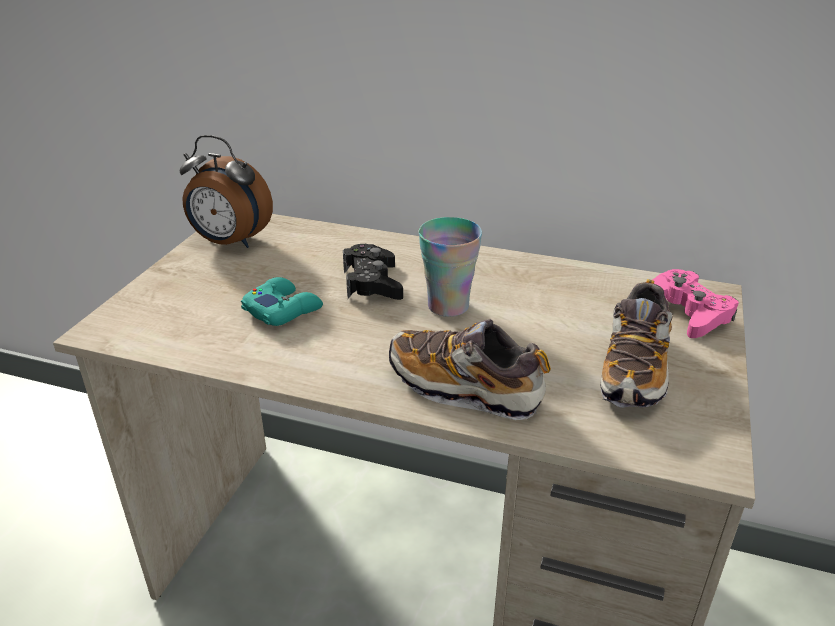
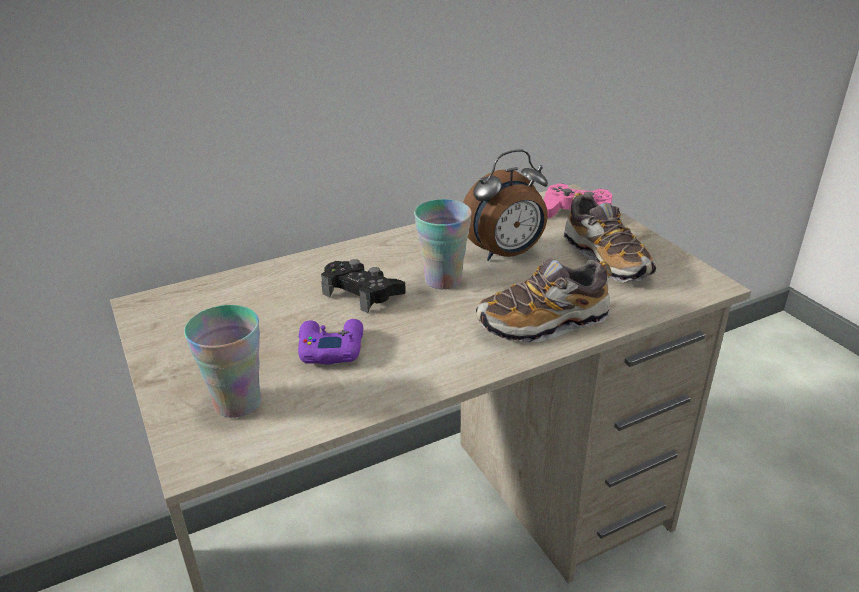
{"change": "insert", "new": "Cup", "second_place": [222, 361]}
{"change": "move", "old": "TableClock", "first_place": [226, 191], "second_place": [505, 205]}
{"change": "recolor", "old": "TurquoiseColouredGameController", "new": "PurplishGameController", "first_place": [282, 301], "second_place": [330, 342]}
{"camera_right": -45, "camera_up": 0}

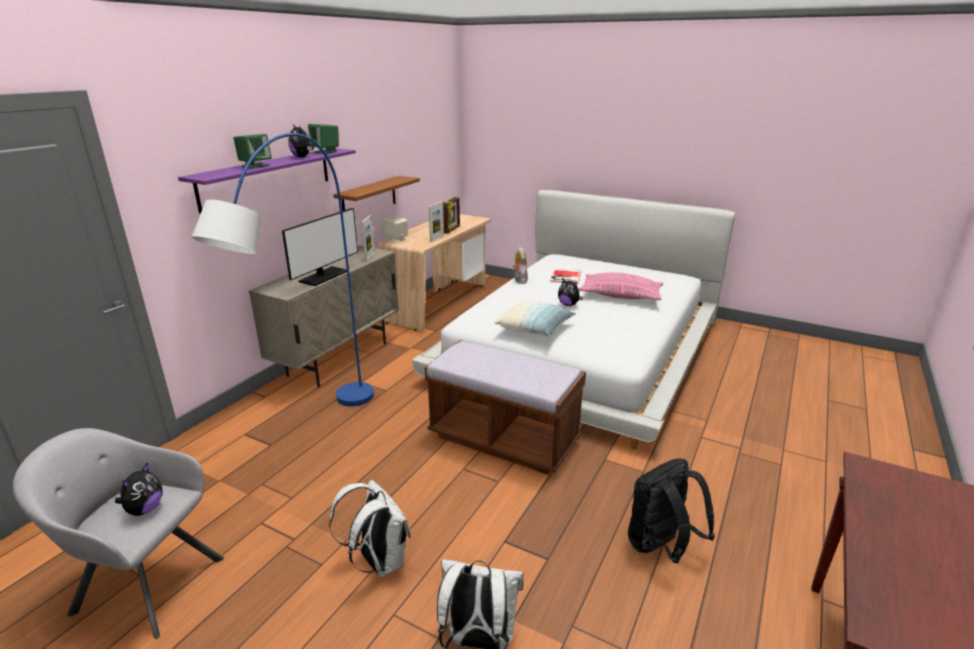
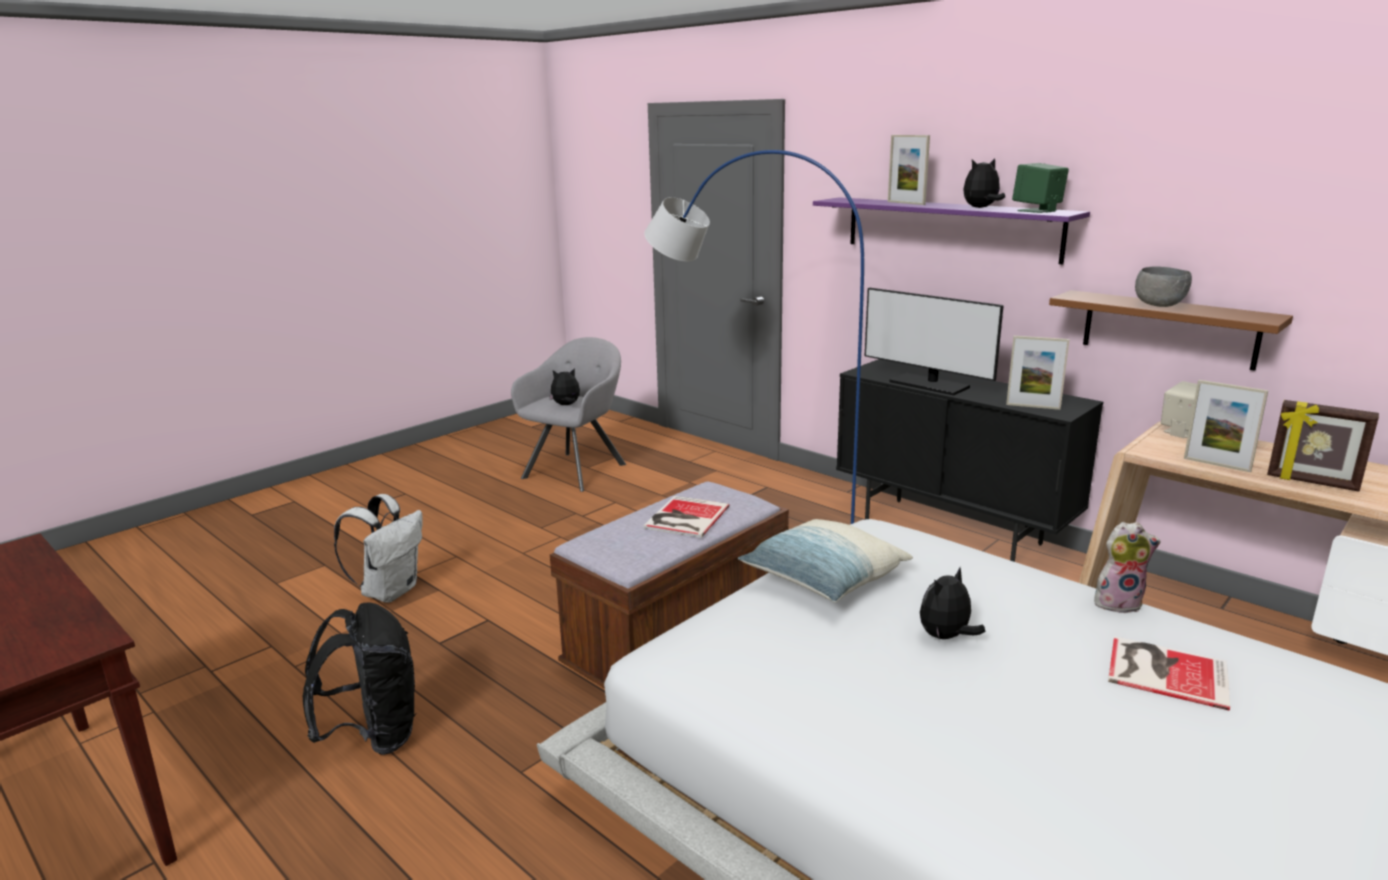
{"change": "delete", "old": "WhiteBackpack", "first_place": [370, 528]}
{"change": "delete", "old": "PinkColouredThrowPillow", "first_place": [621, 286]}
{"change": "insert", "new": "Volume", "second_place": [686, 517]}
{"change": "insert", "new": "GreyishBowl", "second_place": [1163, 286]}
{"change": "replace", "old": "GreenLoudspeaker", "new": "PhotoFrame", "first_place": [252, 151], "second_place": [909, 170]}
{"change": "recolor", "old": "SandColouredStorageCabinet", "new": "BlackStorageCabinet", "first_place": [324, 316], "second_place": [969, 460]}
{"change": "rotate", "old": "PlushToy", "first_place": [139, 489], "second_place": [564, 386], "degrees": 135}
{"camera_right": 105, "camera_up": -5}

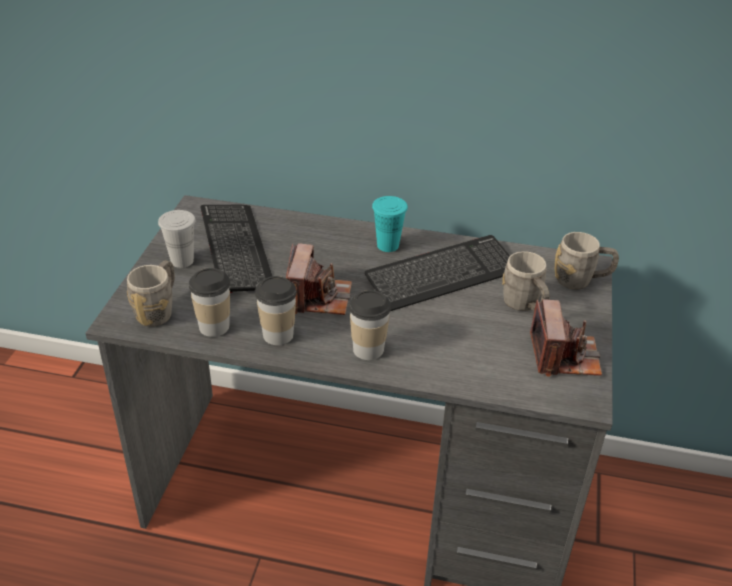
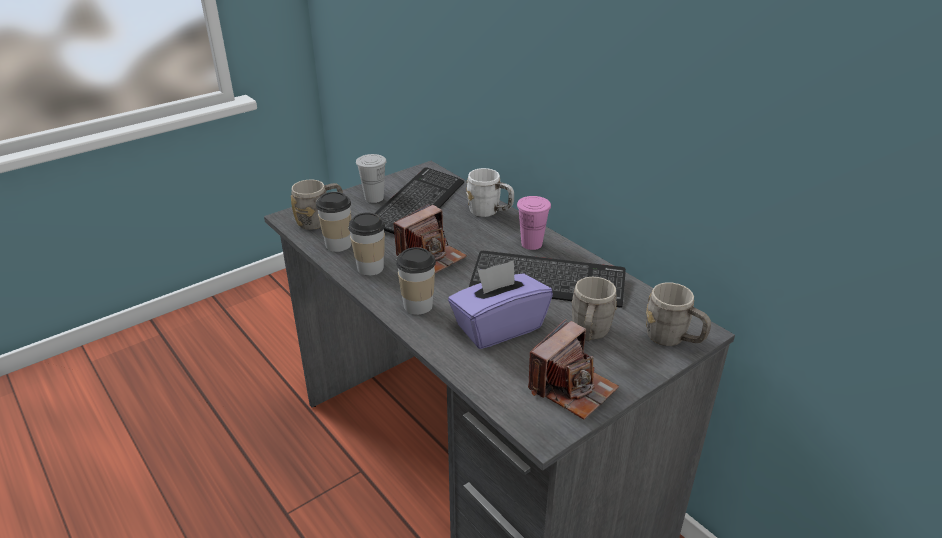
{"change": "insert", "new": "PurplishBoxOfTissues", "second_place": [500, 304]}
{"change": "insert", "new": "WhiteMug", "second_place": [490, 192]}
{"change": "recolor", "old": "TurquoiseColouredCup", "new": "PinkColouredCup", "first_place": [390, 224], "second_place": [534, 223]}
{"camera_right": 40, "camera_up": -5}

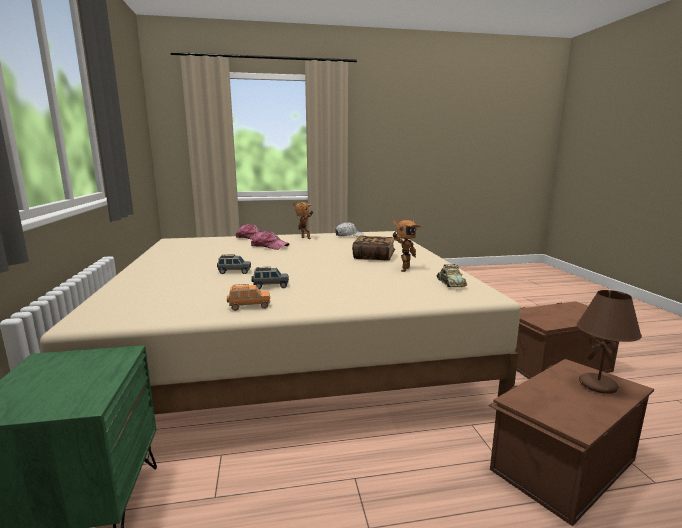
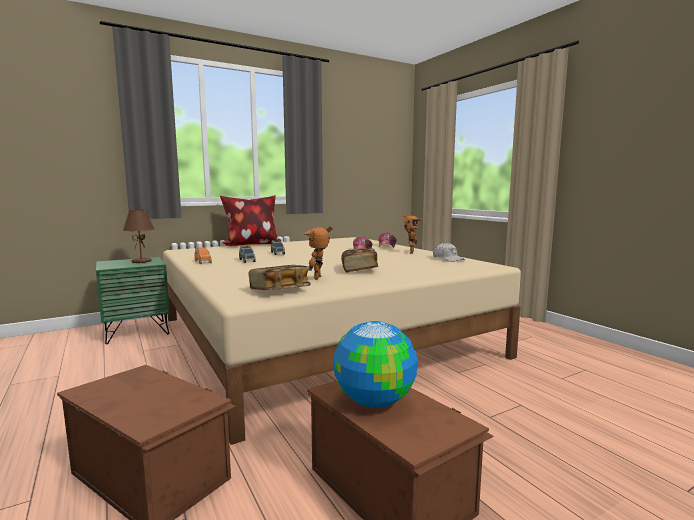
{"change": "insert", "new": "ThrowPillow", "second_place": [250, 220]}
{"change": "insert", "new": "DeskGlobe", "second_place": [375, 364]}
{"change": "move", "old": "BrownTabletopLamp", "first_place": [609, 342], "second_place": [138, 236]}
{"change": "replace", "old": "ToyCar", "new": "Volume", "first_place": [451, 275], "second_place": [279, 277]}
{"change": "rotate", "old": "ModelRobot", "first_place": [407, 245], "second_place": [318, 253], "degrees": 90}
{"camera_right": 70, "camera_up": -5}

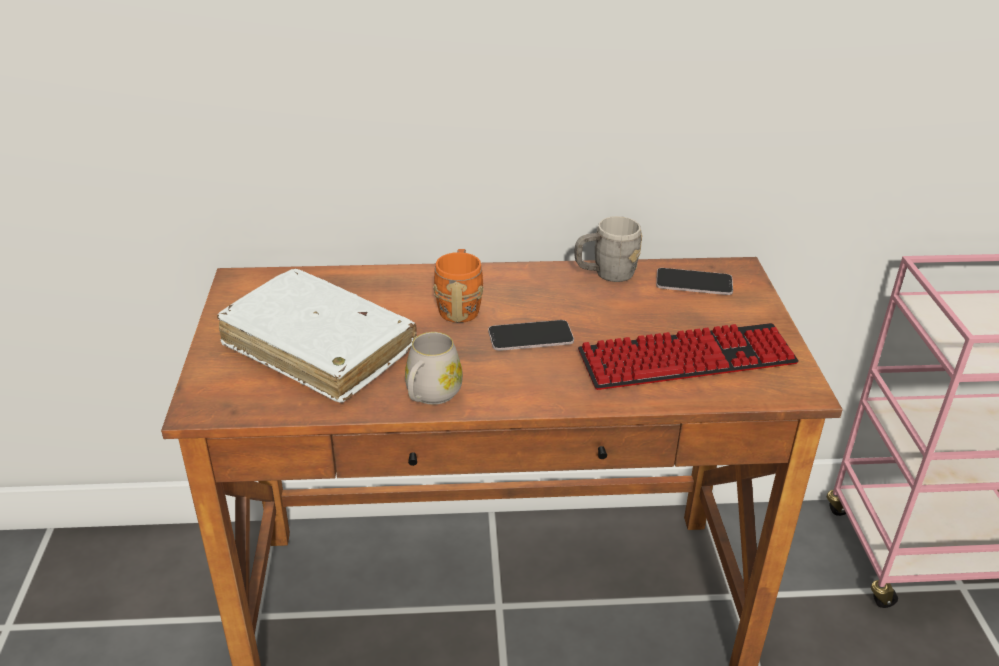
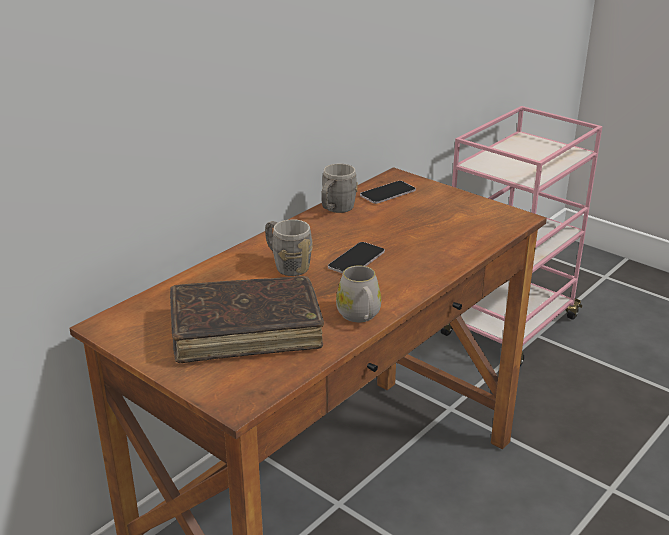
{"change": "delete", "old": "Keyboard", "first_place": [688, 356]}
{"change": "recolor", "old": "WhiteVolume", "new": "BrownVolume", "first_place": [317, 336], "second_place": [247, 319]}
{"change": "recolor", "old": "OrangeyMug", "new": "GreyishMug", "first_place": [458, 286], "second_place": [289, 247]}
{"camera_right": -45, "camera_up": -5}

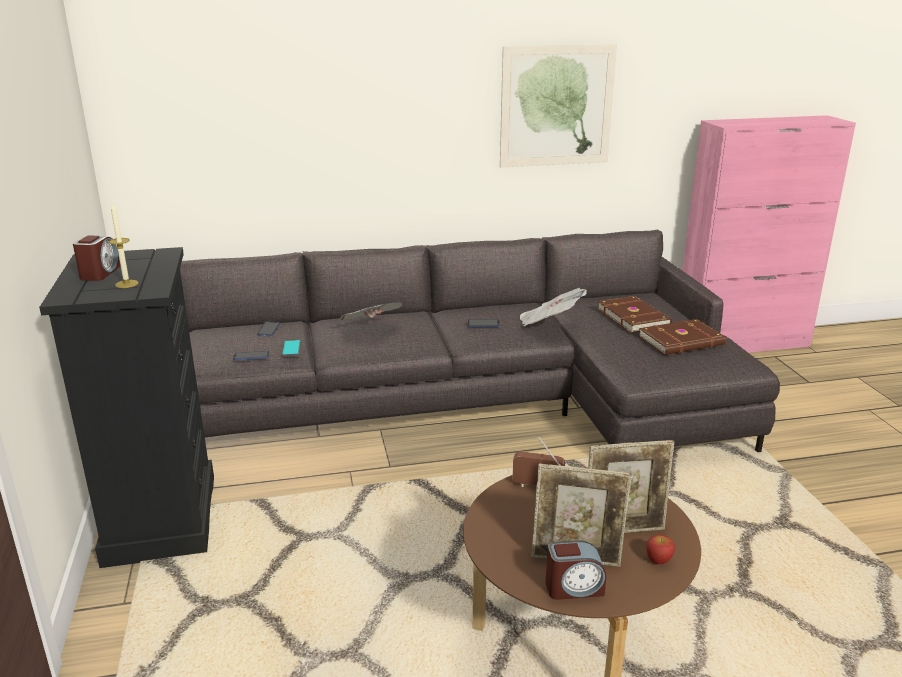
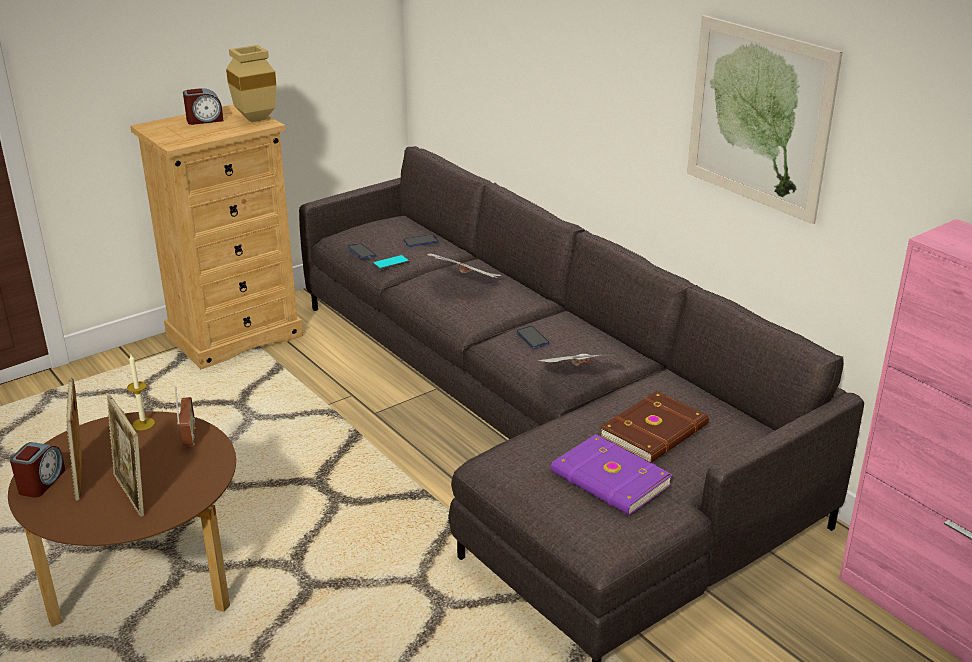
{"change": "delete", "old": "WholeApple", "first_place": [660, 549]}
{"change": "insert", "new": "SandColouredDecorativeVase", "second_place": [251, 83]}
{"change": "move", "old": "WaxCandle", "first_place": [124, 245], "second_place": [141, 392]}
{"change": "recolor", "old": "BlackDrawerChest", "new": "SandColouredDrawerChest", "first_place": [126, 407], "second_place": [216, 236]}
{"change": "recolor", "old": "BrownVolume", "new": "PurplishVolume", "first_place": [682, 337], "second_place": [612, 474]}
{"change": "rotate", "old": "TableClock", "first_place": [576, 570], "second_place": [38, 469], "degrees": -135}
{"camera_right": 65, "camera_up": 5}

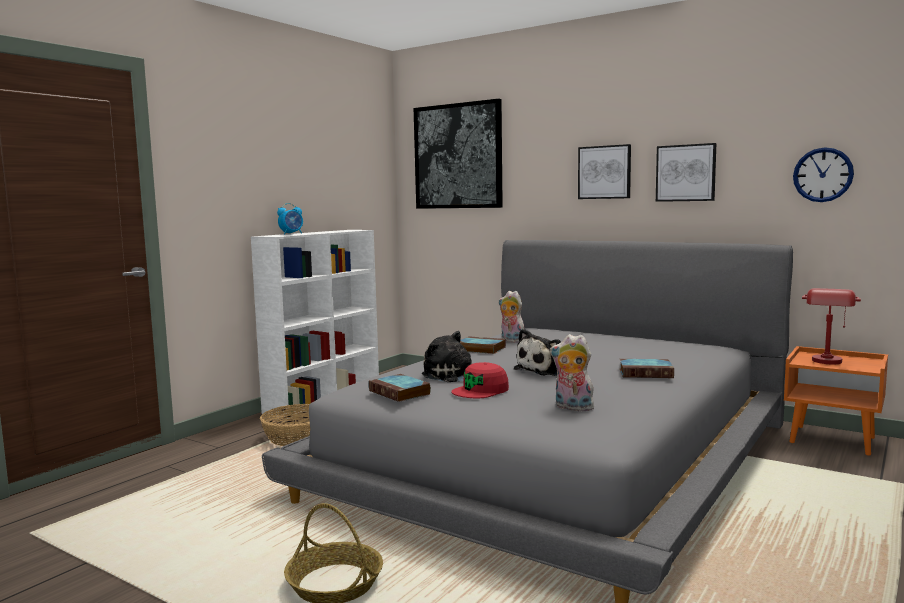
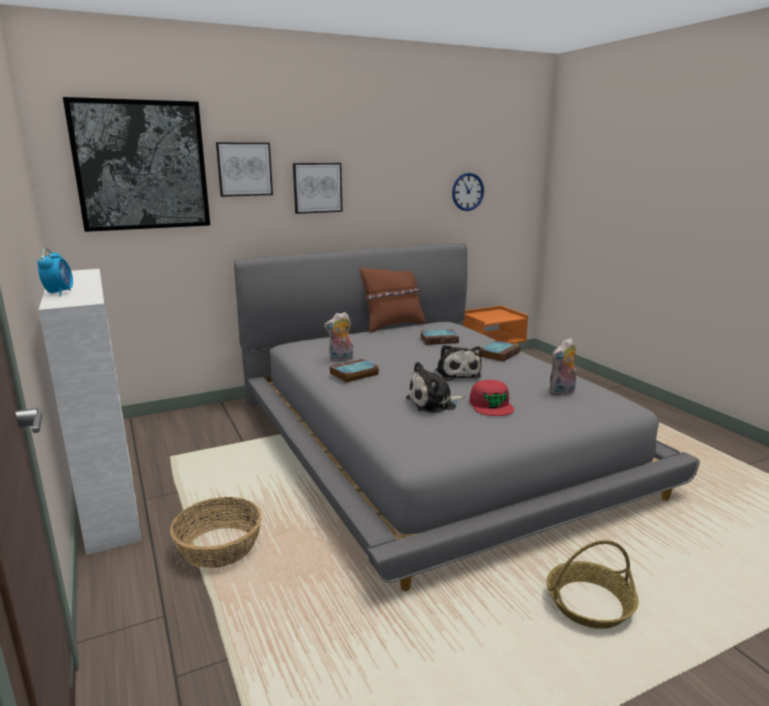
{"change": "delete", "old": "RedTabletopLamp", "first_place": [831, 326]}
{"change": "insert", "new": "BrownThrowPillow", "second_place": [392, 300]}
{"change": "move", "old": "Volume", "first_place": [400, 388], "second_place": [440, 337]}
{"change": "move", "old": "Picture", "first_place": [686, 172], "second_place": [244, 169]}
{"camera_right": -60, "camera_up": 10}

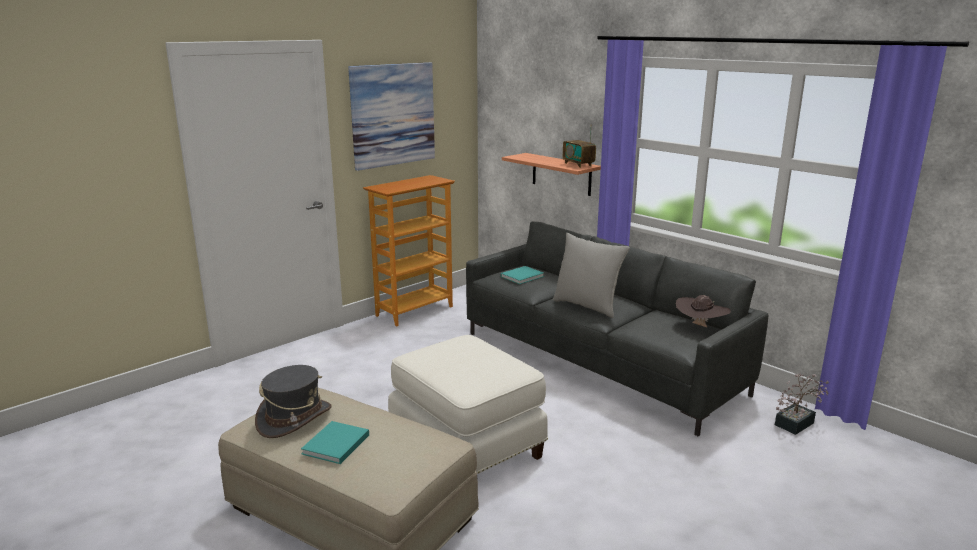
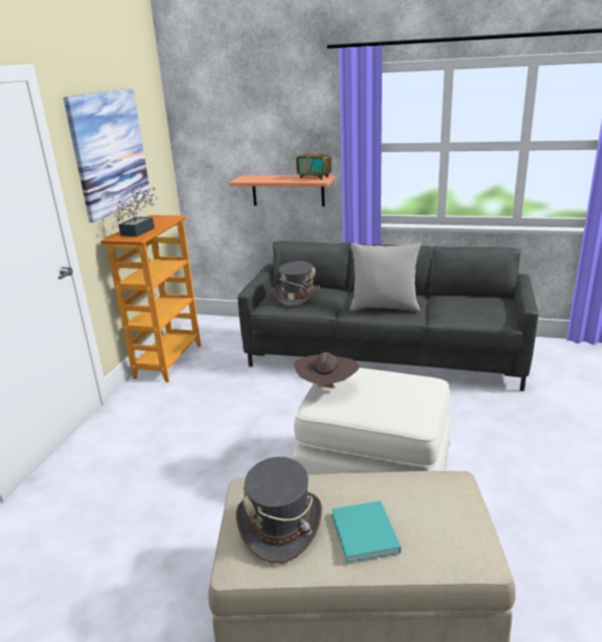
{"change": "move", "old": "BrownWearableHat", "first_place": [703, 311], "second_place": [326, 370]}
{"change": "move", "old": "Houseplant", "first_place": [802, 404], "second_place": [137, 211]}
{"change": "replace", "old": "TurquoiseColouredVolume", "new": "GreyishWearableHat", "first_place": [522, 275], "second_place": [297, 283]}
{"camera_right": -30, "camera_up": 5}

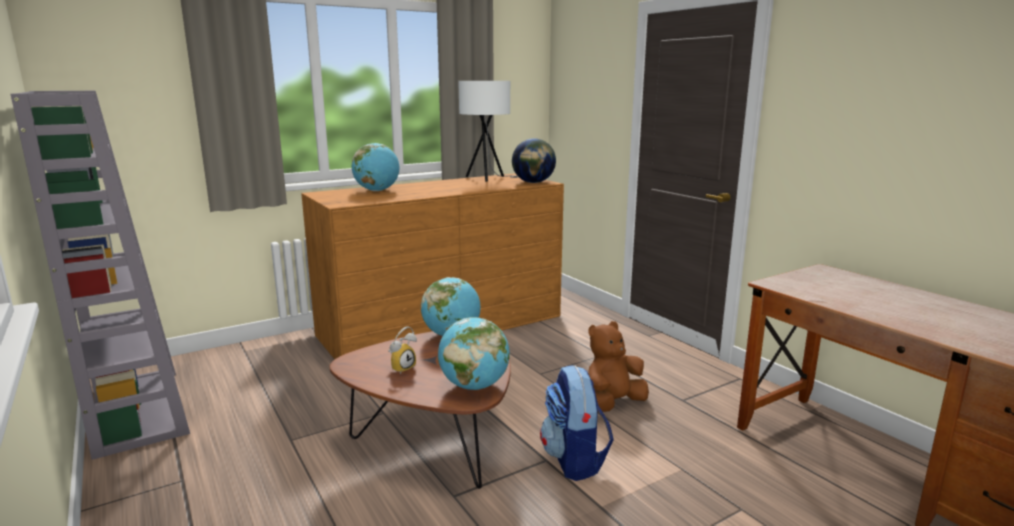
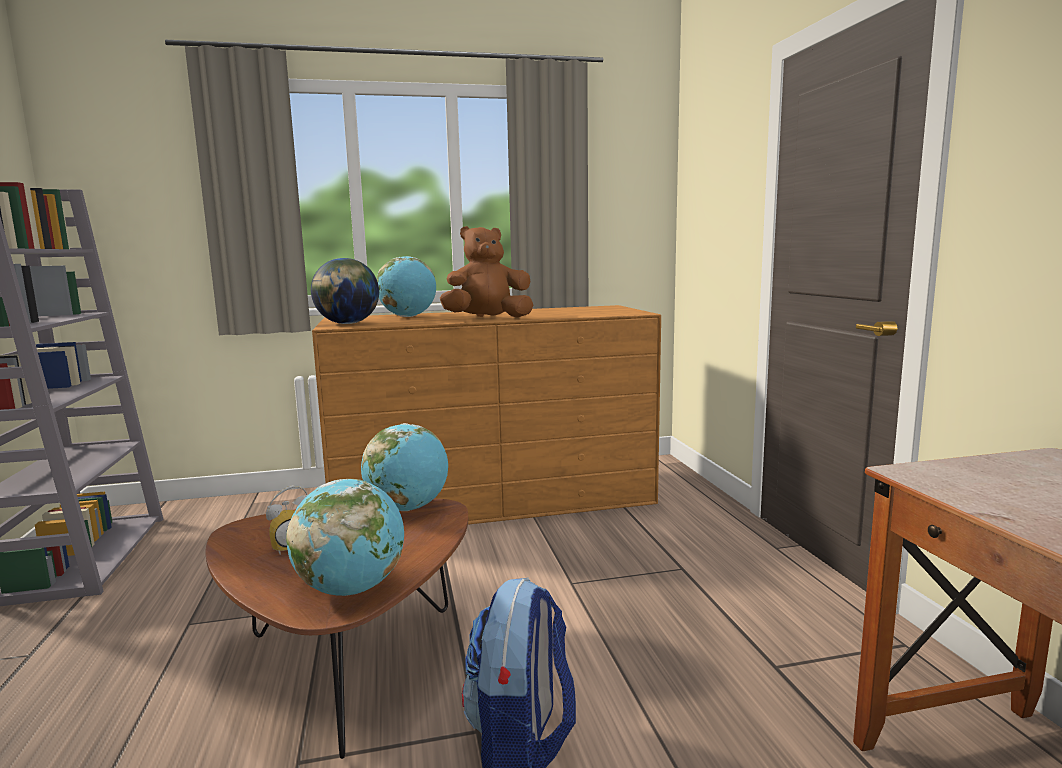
{"change": "delete", "old": "WhiteTabletopLamp", "first_place": [488, 131]}
{"change": "move", "old": "DeskGlobe", "first_place": [534, 160], "second_place": [345, 291]}
{"change": "move", "old": "BrownPlushToy", "first_place": [618, 366], "second_place": [486, 272]}
{"camera_right": 20, "camera_up": -5}

